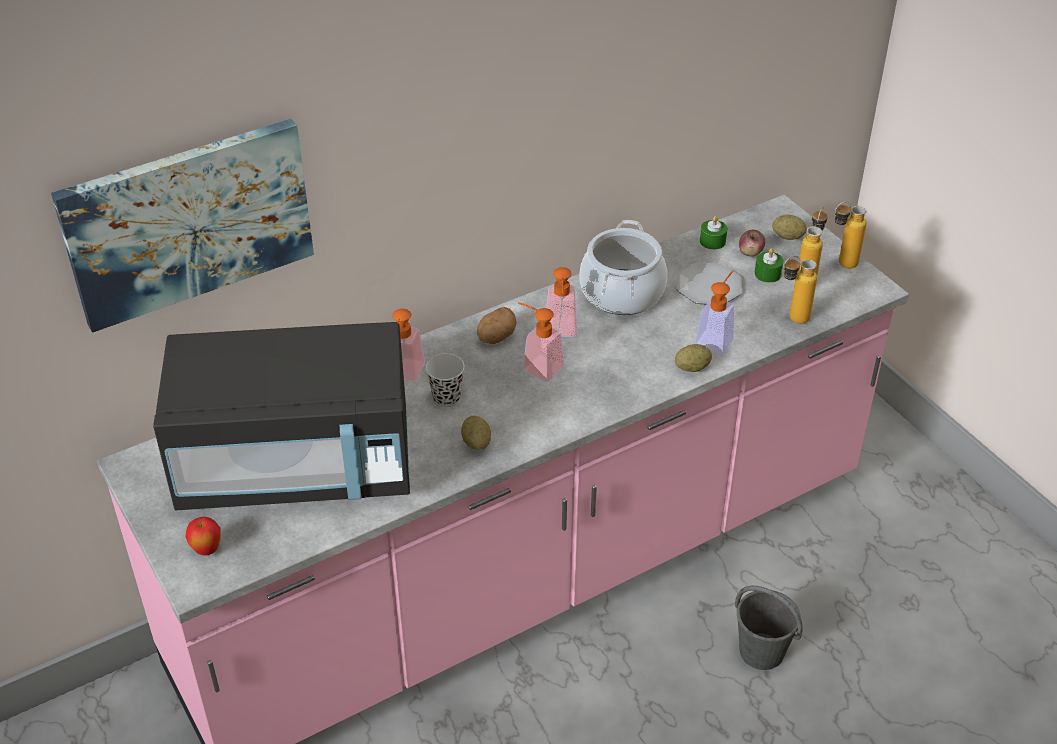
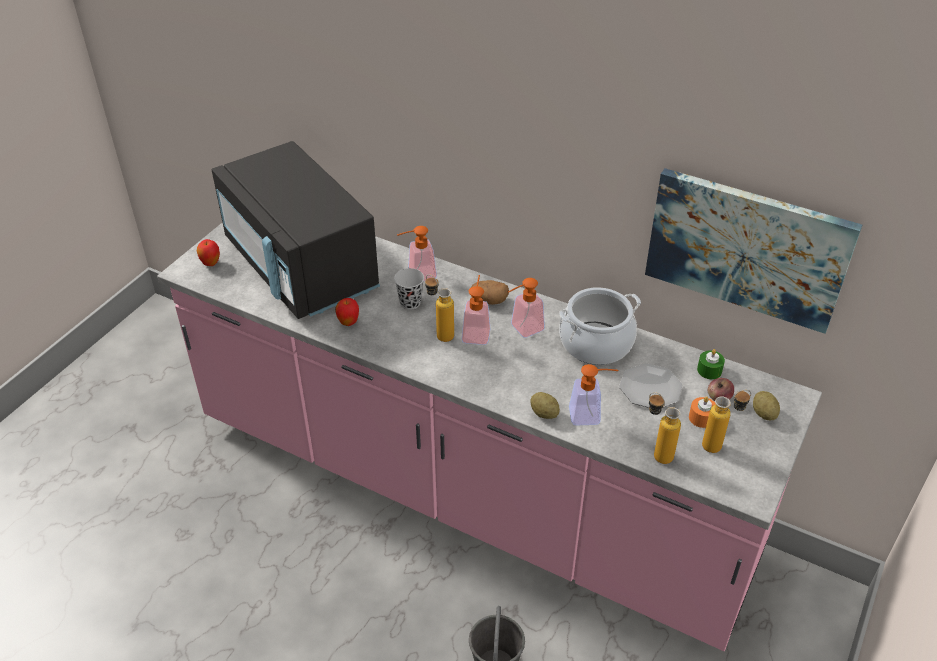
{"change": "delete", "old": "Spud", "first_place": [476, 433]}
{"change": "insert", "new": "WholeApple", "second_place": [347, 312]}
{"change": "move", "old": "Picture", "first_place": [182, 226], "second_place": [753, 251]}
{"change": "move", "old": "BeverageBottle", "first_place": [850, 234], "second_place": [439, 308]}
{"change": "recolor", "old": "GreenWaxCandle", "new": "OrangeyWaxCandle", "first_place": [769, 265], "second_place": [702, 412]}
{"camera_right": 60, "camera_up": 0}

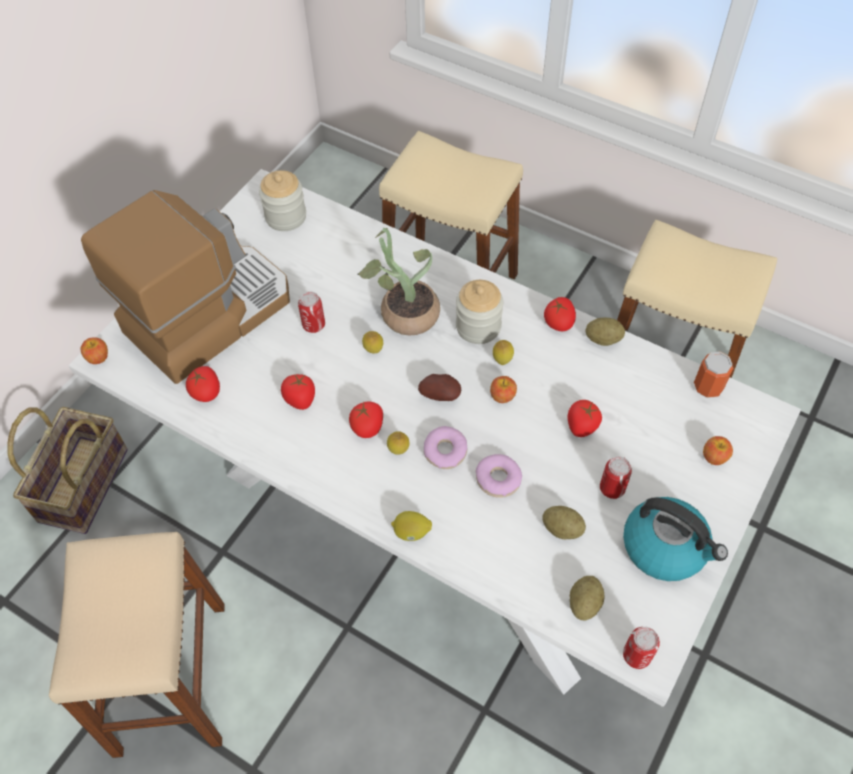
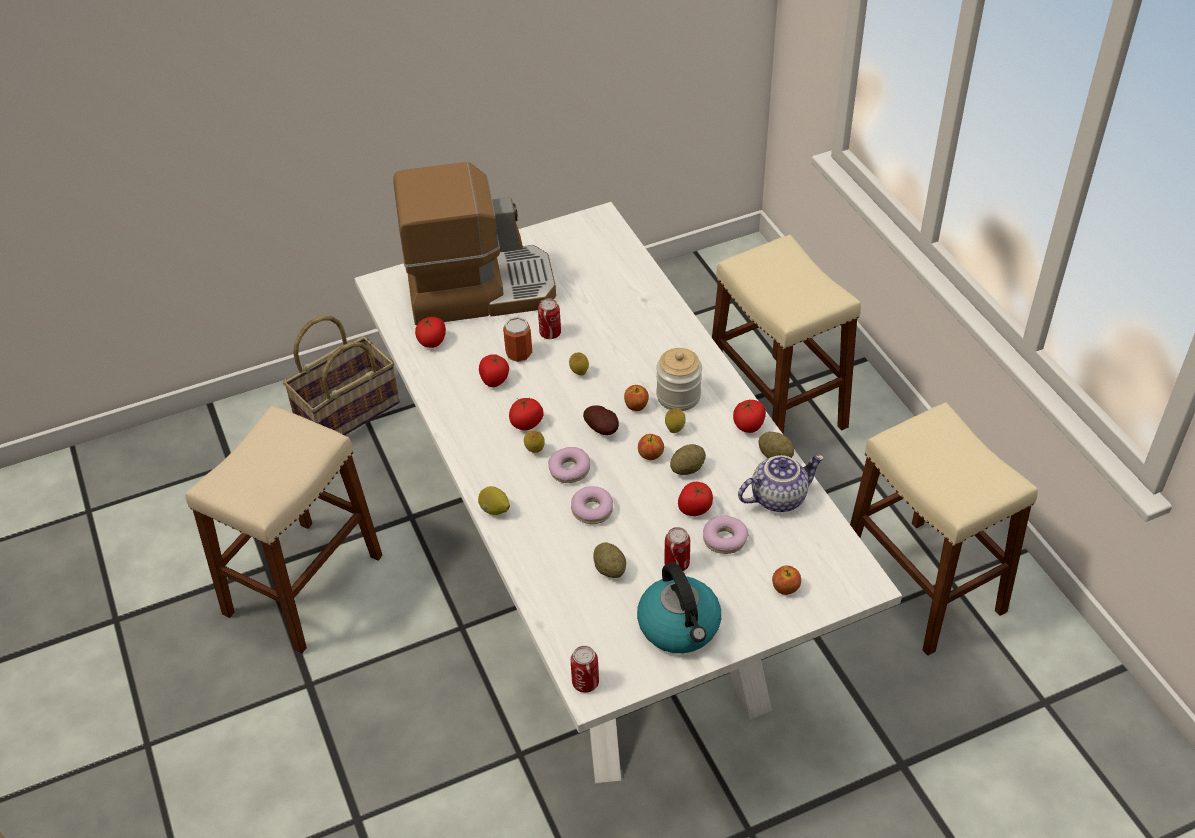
{"change": "delete", "old": "StorageJar", "first_place": [282, 200]}
{"change": "delete", "old": "Houseplant", "first_place": [398, 281]}
{"change": "insert", "new": "Doughnut", "second_place": [726, 535]}
{"change": "insert", "new": "TeaPot", "second_place": [781, 483]}
{"change": "move", "old": "WholeApple", "first_place": [94, 350], "second_place": [636, 398]}
{"change": "move", "old": "Spud", "first_place": [587, 598], "second_place": [688, 459]}
{"change": "move", "old": "MetalCan", "first_place": [713, 374], "second_place": [517, 339]}
{"camera_right": 35, "camera_up": -10}

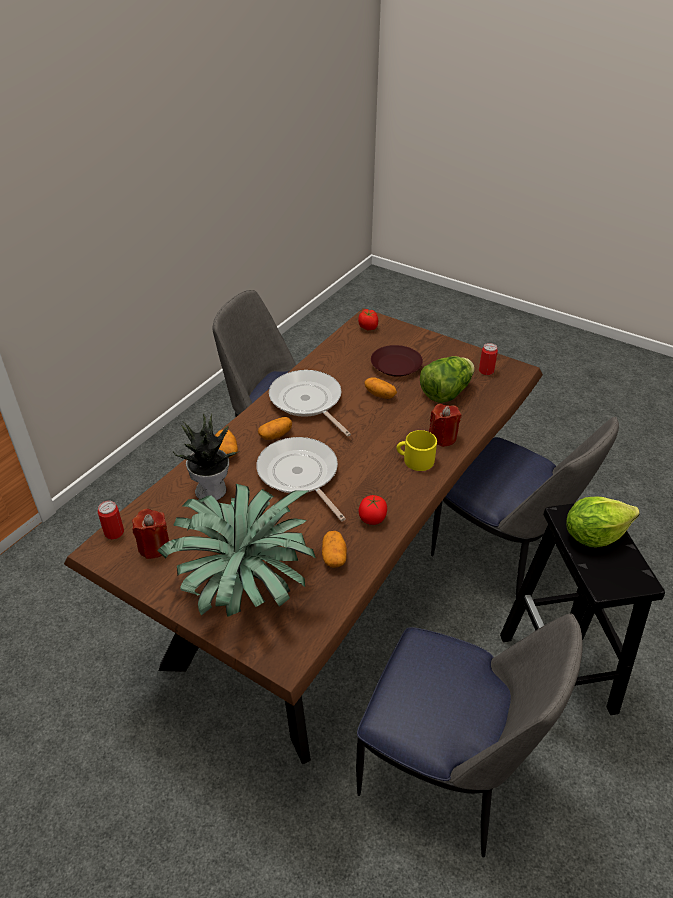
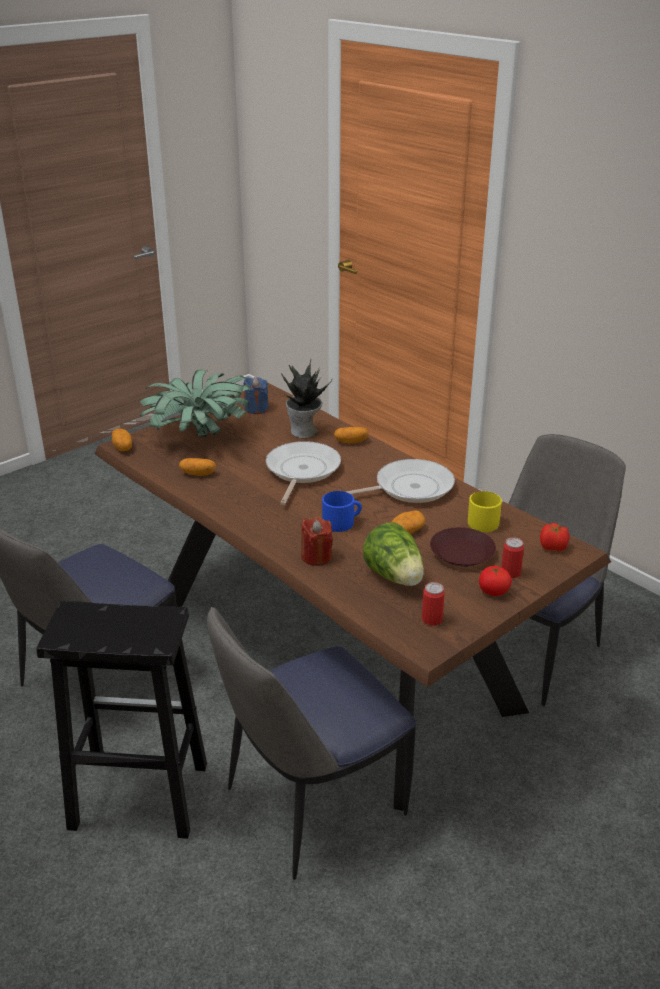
{"change": "delete", "old": "HeadOfLettuce", "first_place": [603, 522]}
{"change": "insert", "new": "BlueColouredMug", "second_place": [342, 511]}
{"change": "move", "old": "MetalCan", "first_place": [111, 520], "second_place": [512, 557]}
{"change": "move", "old": "Spud", "first_place": [275, 428], "second_place": [122, 440]}
{"change": "move", "old": "FreshTomato", "first_place": [373, 510], "second_place": [495, 581]}
{"change": "move", "old": "YellowColouredMug", "first_place": [416, 450], "second_place": [485, 511]}
{"change": "recolor", "old": "RedWaxCandle", "new": "BlueColouredWaxCandle", "first_place": [150, 534], "second_place": [256, 395]}
{"change": "rotate", "old": "FryingPan", "first_place": [301, 479], "second_place": [303, 473], "degrees": -60}
{"camera_right": 105, "camera_up": -10}

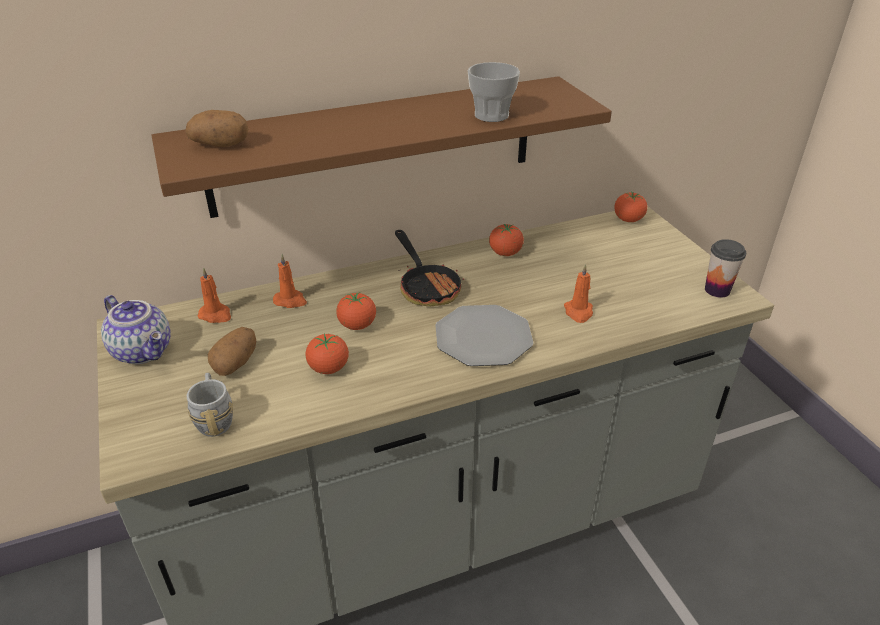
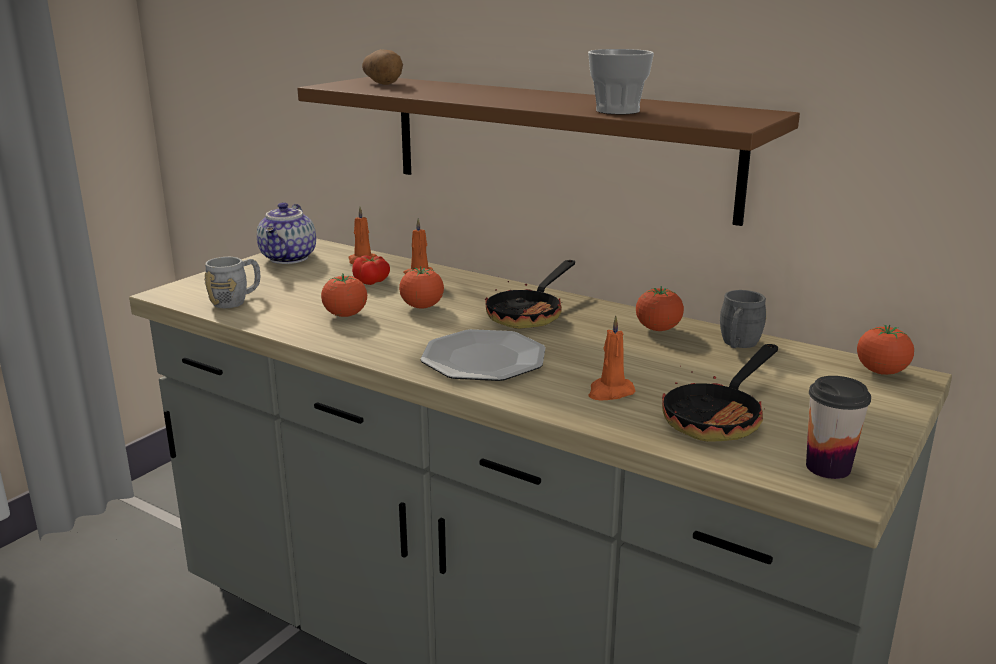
{"change": "delete", "old": "Spud", "first_place": [232, 351]}
{"change": "insert", "new": "FreshTomato", "second_place": [371, 270]}
{"change": "insert", "new": "FryingPan", "second_place": [720, 393]}
{"change": "insert", "new": "GreyishMug", "second_place": [743, 319]}
{"camera_right": 55, "camera_up": -15}

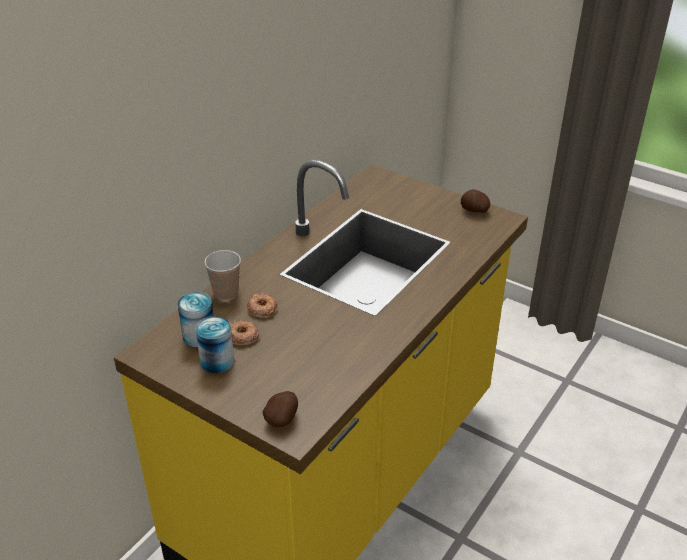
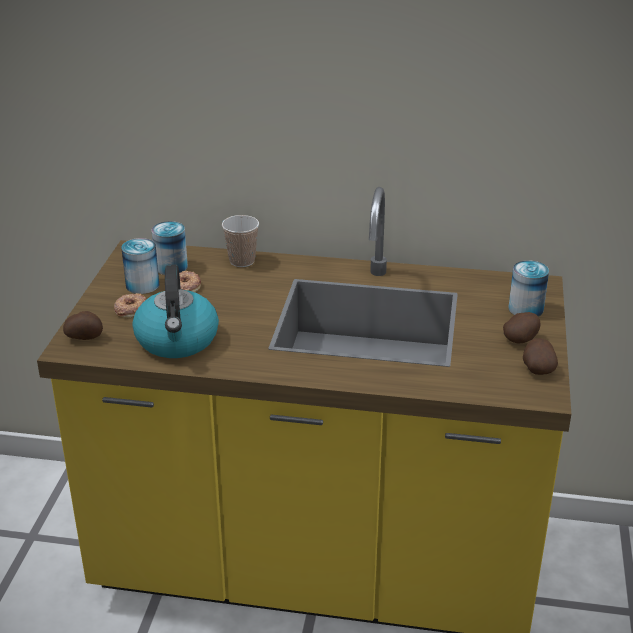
{"change": "insert", "new": "TeaKettle", "second_place": [176, 311]}
{"change": "insert", "new": "Spud", "second_place": [522, 327]}
{"change": "insert", "new": "MetalCan", "second_place": [528, 288]}
{"change": "move", "old": "Doughnut", "first_place": [262, 305], "second_place": [130, 305]}
{"camera_right": 65, "camera_up": -5}

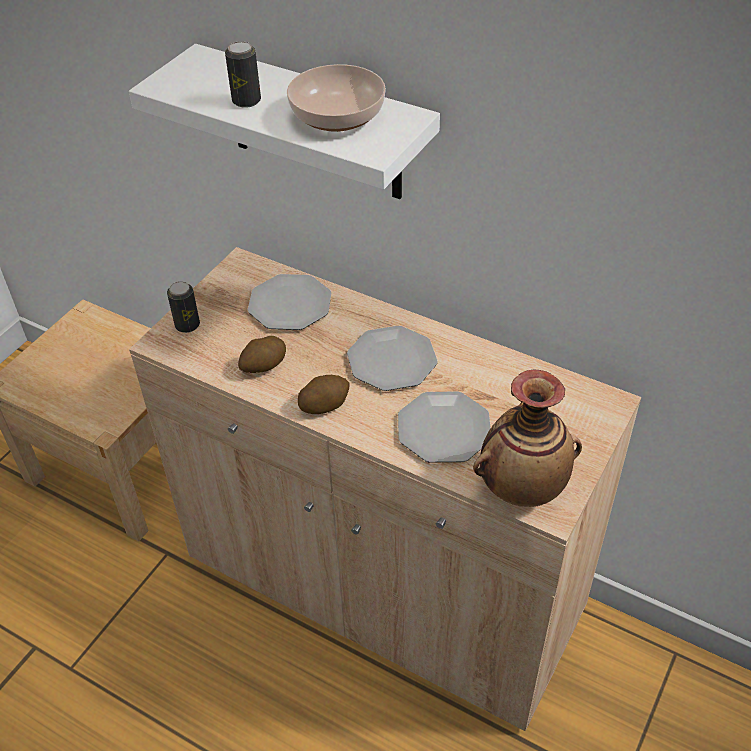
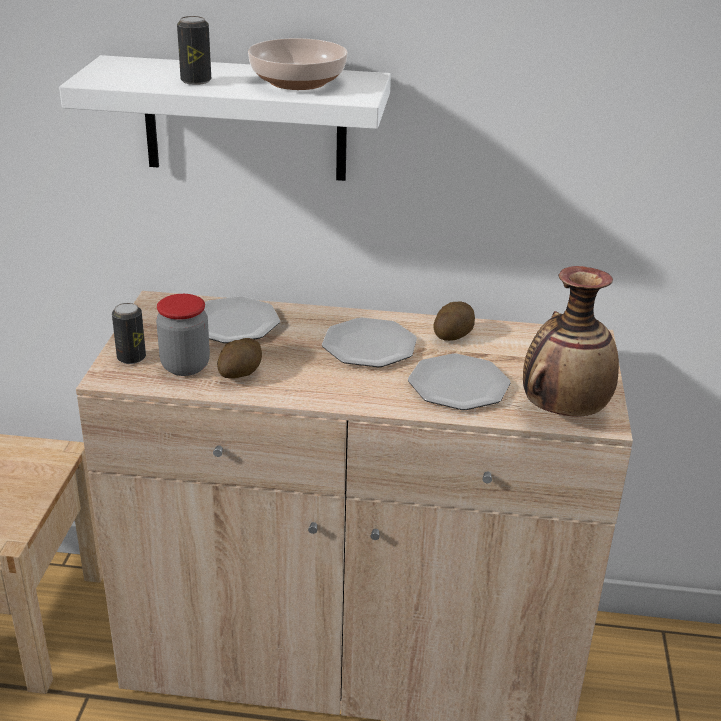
{"change": "insert", "new": "StorageJar", "second_place": [183, 335]}
{"change": "move", "old": "Spud", "first_place": [324, 394], "second_place": [454, 321]}
{"camera_right": -25, "camera_up": -15}

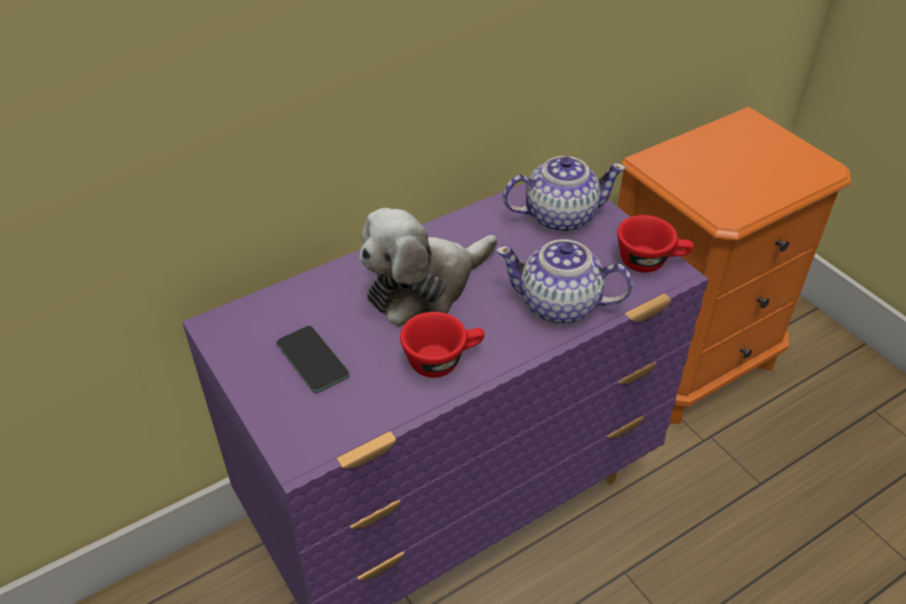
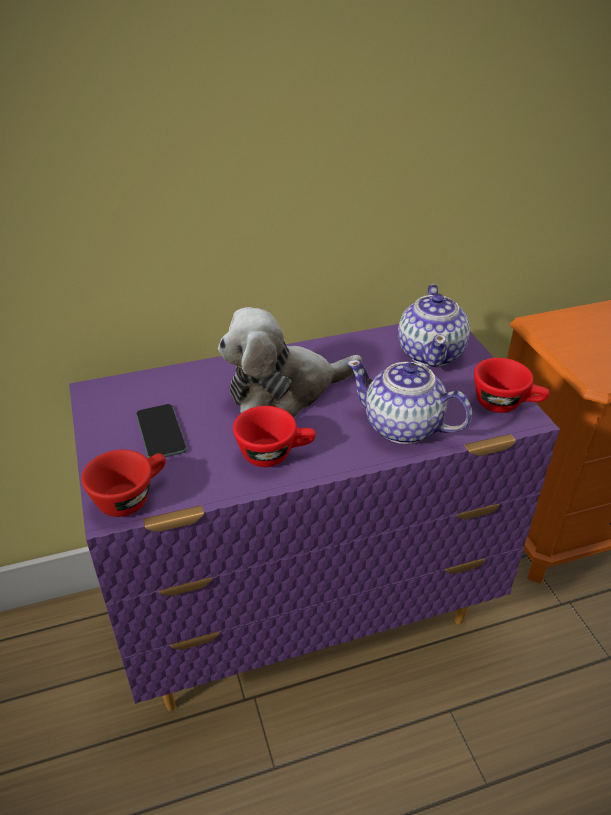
{"change": "insert", "new": "RedCup", "second_place": [124, 483]}
{"change": "rotate", "old": "TeaPot", "first_place": [564, 194], "second_place": [434, 325], "degrees": 90}
{"camera_right": 15, "camera_up": -5}

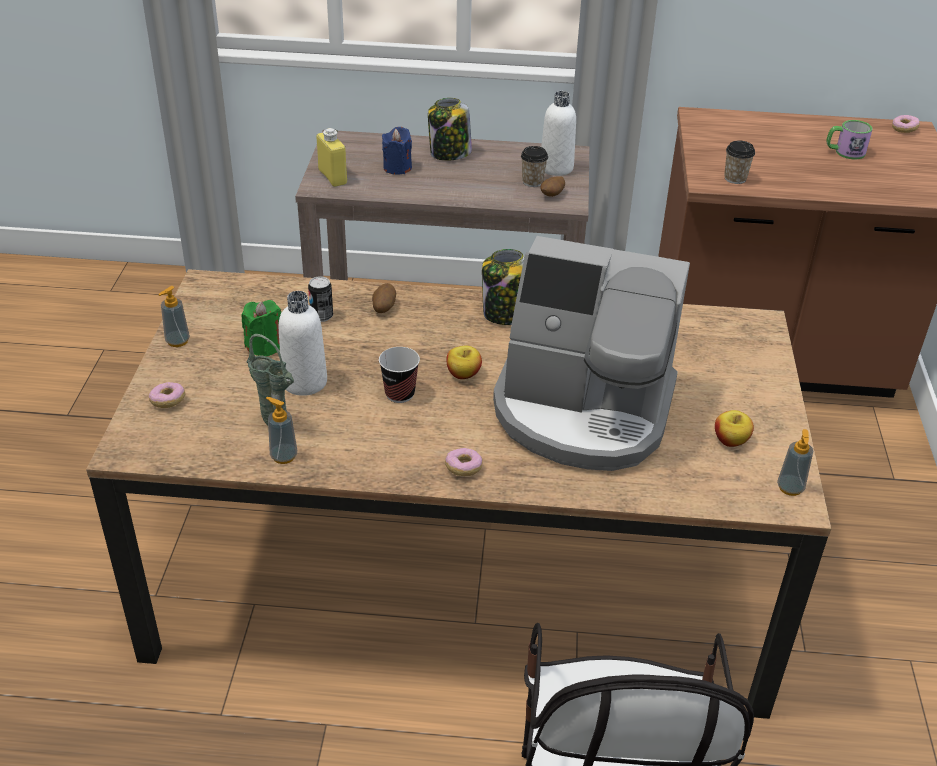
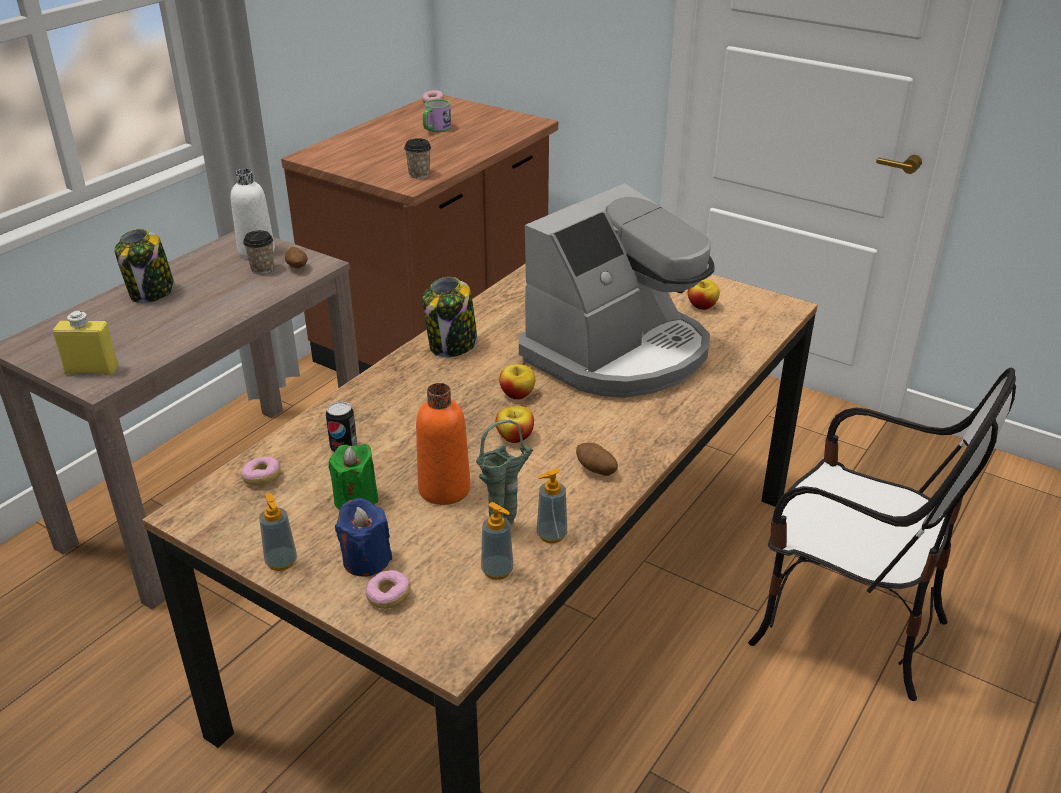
{"change": "move", "old": "Spud", "first_place": [384, 298], "second_place": [597, 459]}
{"change": "move", "old": "BlueColouredWaxCandle", "first_place": [397, 151], "second_place": [363, 536]}
{"change": "move", "old": "Doughnut", "first_place": [464, 462], "second_place": [261, 471]}
{"change": "move", "old": "LiquidSoapBottle", "first_place": [795, 462], "second_place": [497, 541]}
{"change": "replace", "old": "Cup", "new": "WholeApple", "first_place": [399, 375], "second_place": [514, 424]}
{"change": "recolor", "old": "WhiteBeverageBottle", "new": "OrangeyBeverageBottle", "first_place": [303, 343], "second_place": [443, 444]}
{"camera_right": -60, "camera_up": -5}

